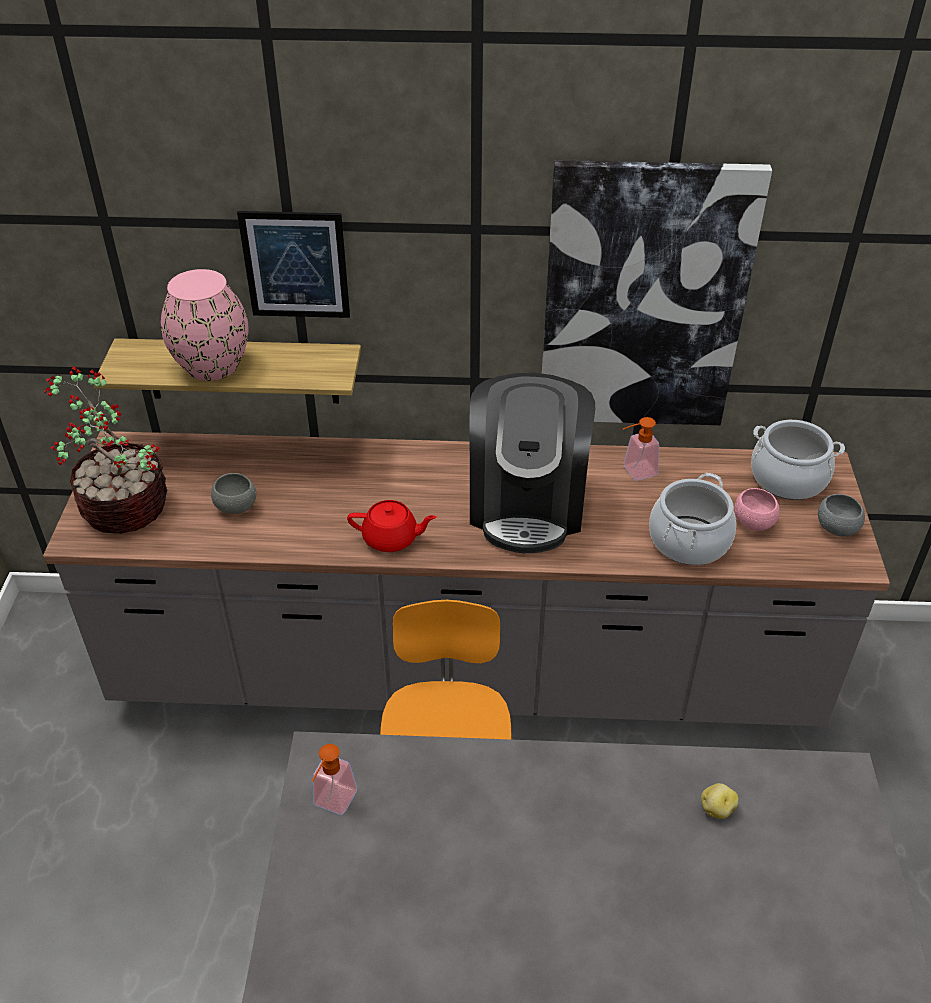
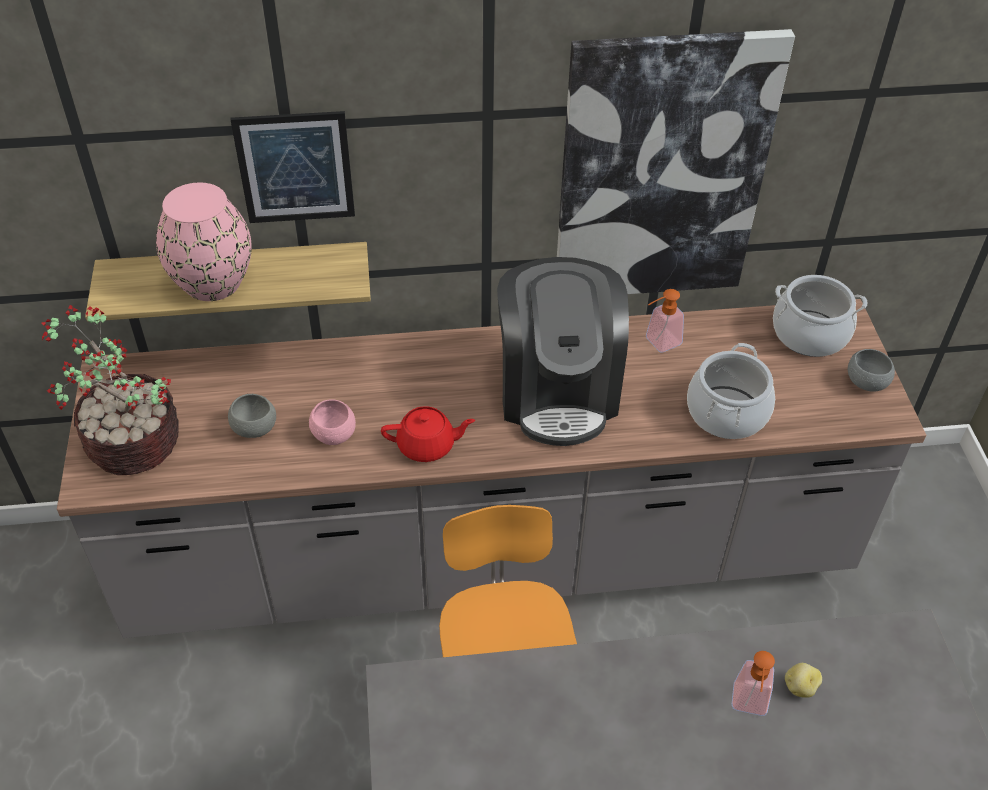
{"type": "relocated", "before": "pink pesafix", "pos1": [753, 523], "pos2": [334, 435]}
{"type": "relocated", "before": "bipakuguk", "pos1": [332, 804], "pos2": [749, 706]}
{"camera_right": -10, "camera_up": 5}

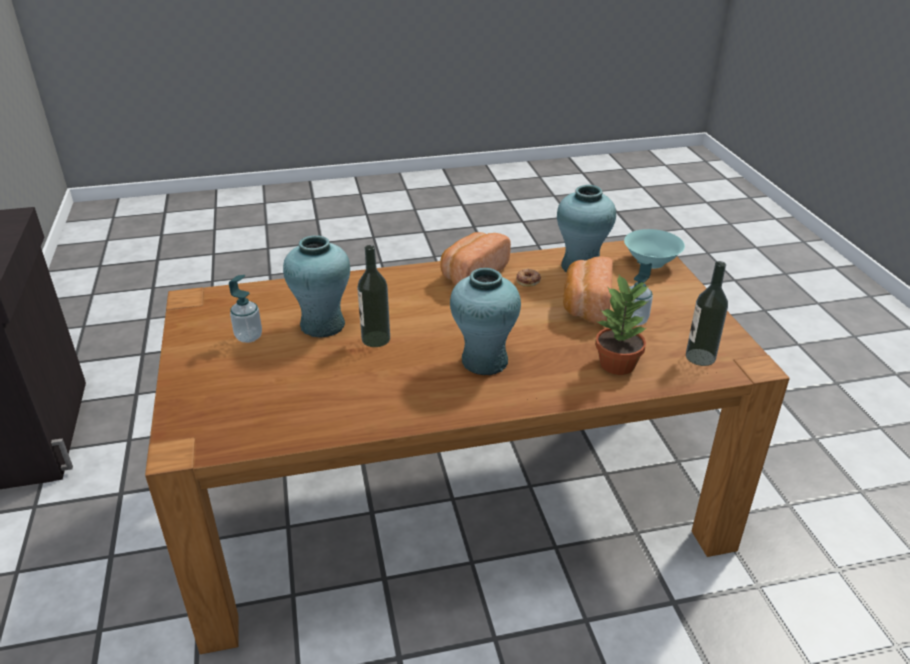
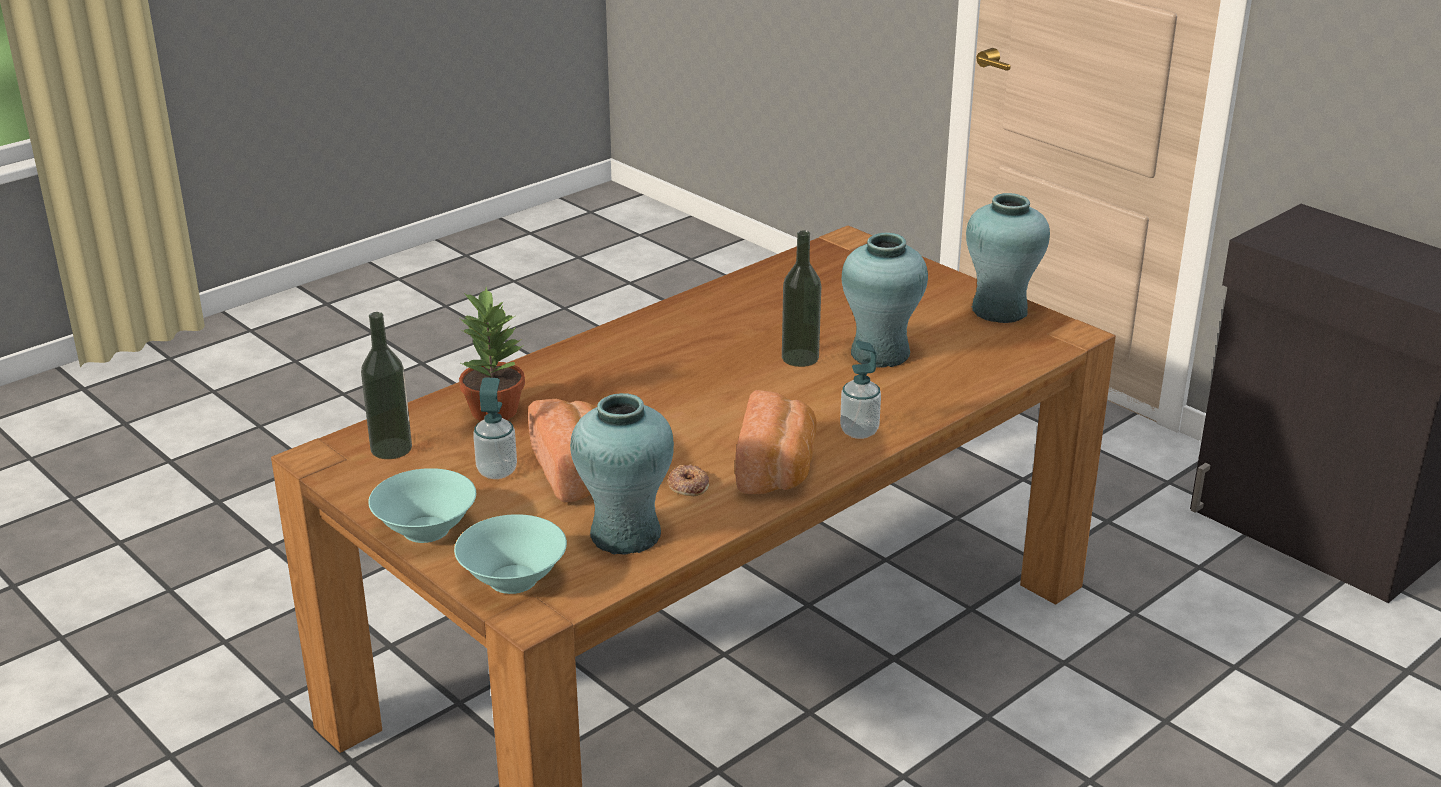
{"type": "relocated", "before": "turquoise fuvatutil", "pos1": [484, 361], "pos2": [999, 309]}
{"type": "relocated", "before": "bipakuguk", "pos1": [249, 337], "pos2": [859, 431]}
{"type": "appeared", "after": "turquoise pesafix", "pos2": [426, 530]}
{"camera_right": 150, "camera_up": -5}

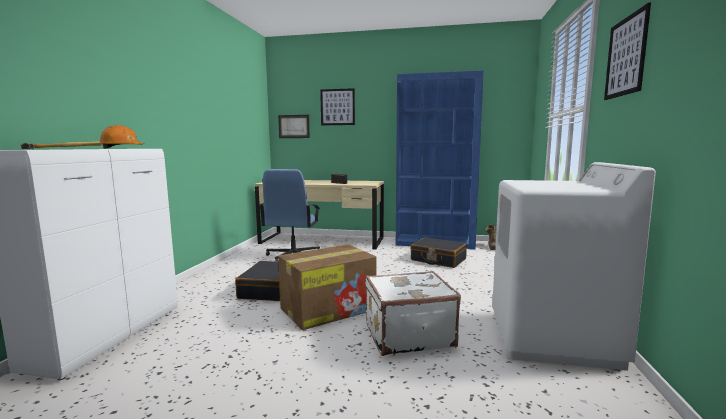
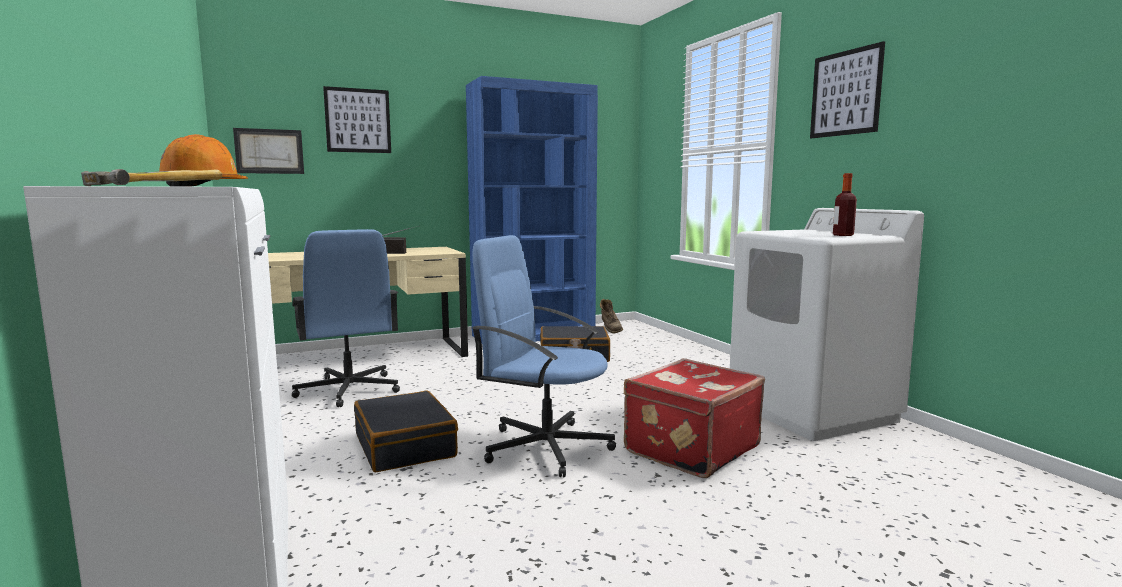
{"type": "exchanged", "before": "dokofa", "after": "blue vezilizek", "pos1": [329, 308], "pos2": [545, 447]}
{"type": "colour", "before": "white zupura", "after": "red zupura", "pos1": [407, 335], "pos2": [689, 448]}
{"type": "appeared", "after": "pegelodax", "pos2": [843, 235]}
{"camera_right": -35, "camera_up": 0}

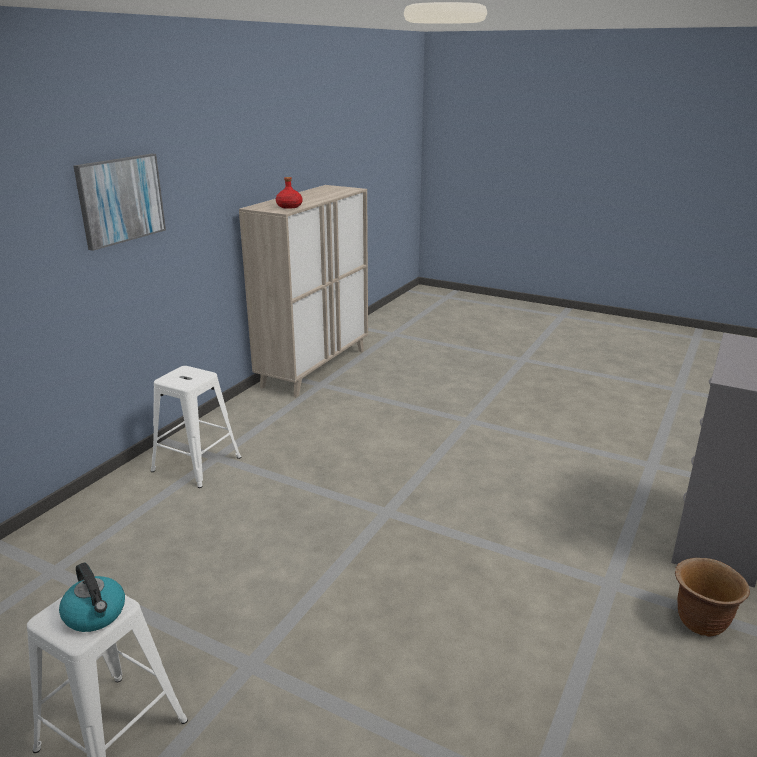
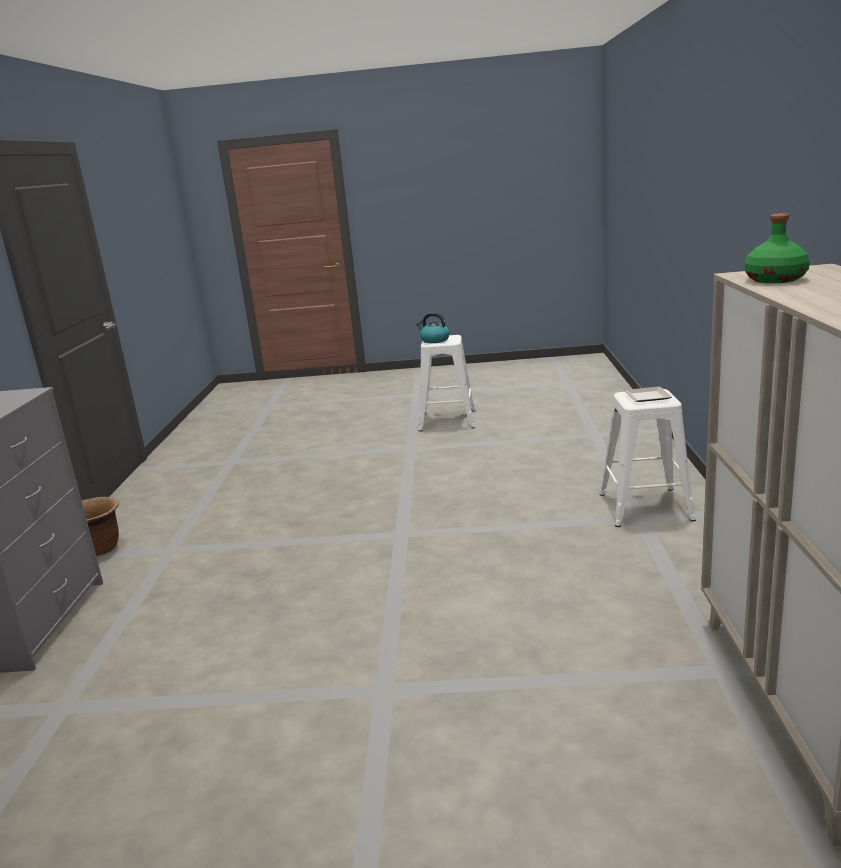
{"type": "missing", "before": "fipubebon", "pos1": [120, 200]}
{"type": "colour", "before": "red pegelodax", "after": "green pegelodax", "pos1": [289, 206], "pos2": [776, 279]}
{"type": "appeared", "after": "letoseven", "pos2": [649, 397]}
{"camera_right": 155, "camera_up": -5}

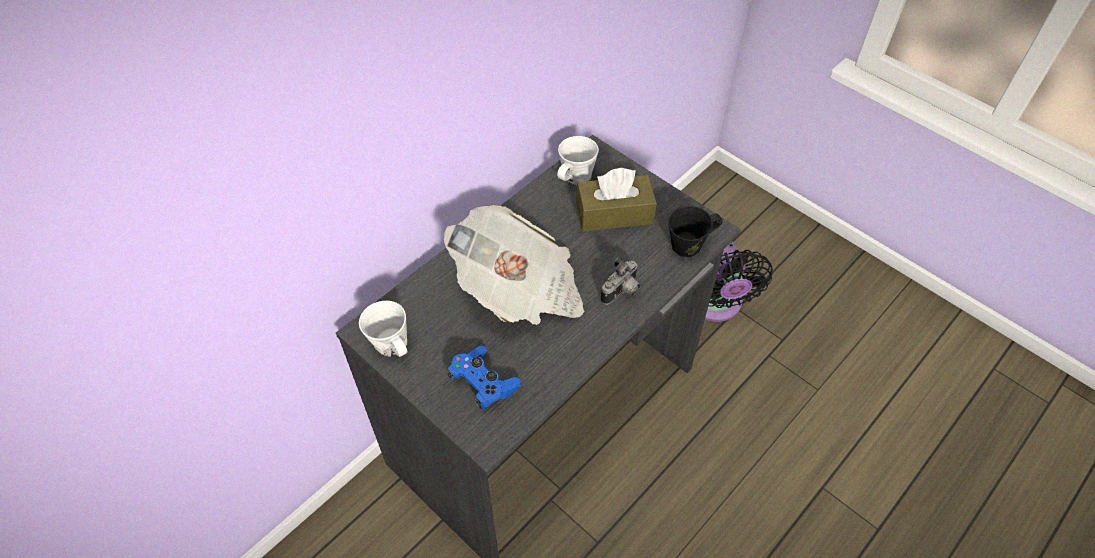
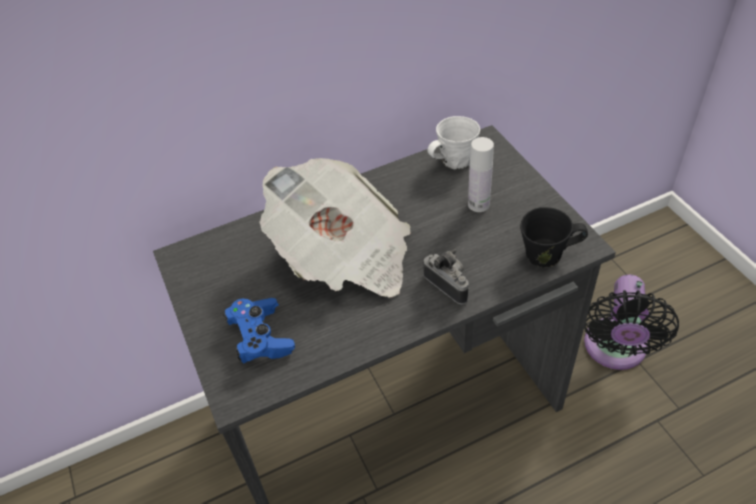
{"type": "exchanged", "before": "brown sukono", "after": "white pegelodax", "pos1": [614, 213], "pos2": [478, 204]}
{"type": "spun", "before": "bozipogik", "pos1": [622, 292], "pos2": [449, 284], "turn": -105}
{"type": "missing", "before": "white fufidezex", "pos1": [391, 345]}
{"camera_right": 25, "camera_up": -5}

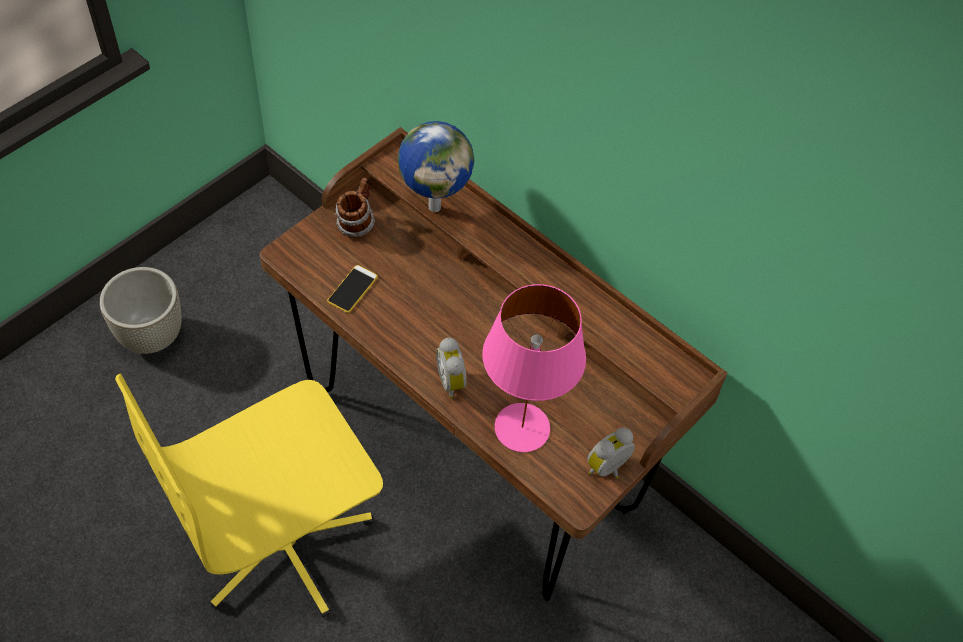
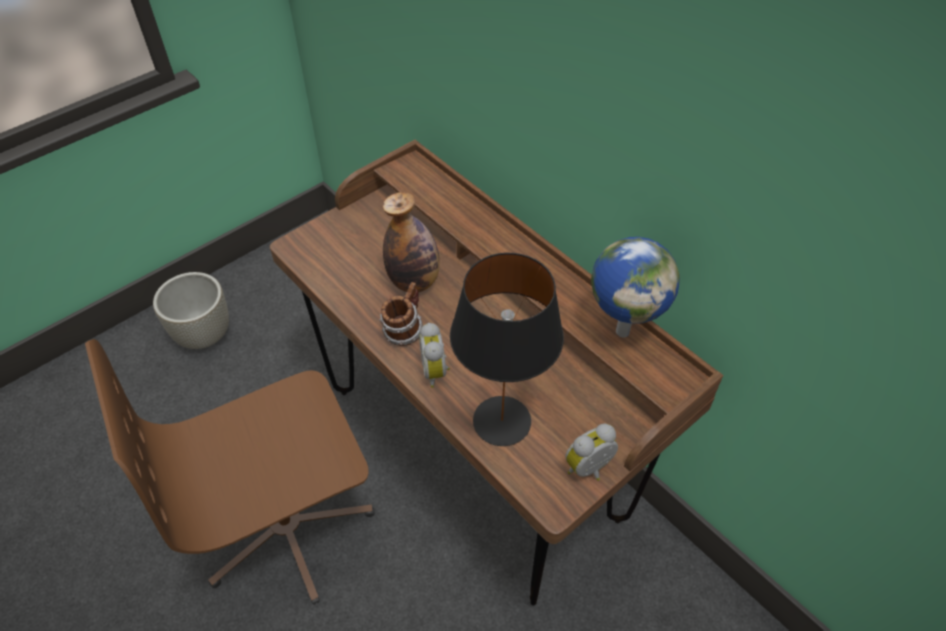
{"type": "relocated", "before": "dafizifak", "pos1": [434, 206], "pos2": [622, 330]}
{"type": "relocated", "before": "fufidezex", "pos1": [356, 223], "pos2": [404, 330]}
{"type": "missing", "before": "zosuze", "pos1": [352, 289]}
{"type": "colour", "before": "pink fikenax", "after": "black fikenax", "pos1": [523, 427], "pos2": [503, 421]}
{"type": "colour", "before": "yellow vezilizek", "after": "brown vezilizek", "pos1": [283, 542], "pos2": [288, 527]}
{"type": "appeared", "after": "pegelodax", "pos2": [414, 281]}
{"camera_right": 10, "camera_up": -5}

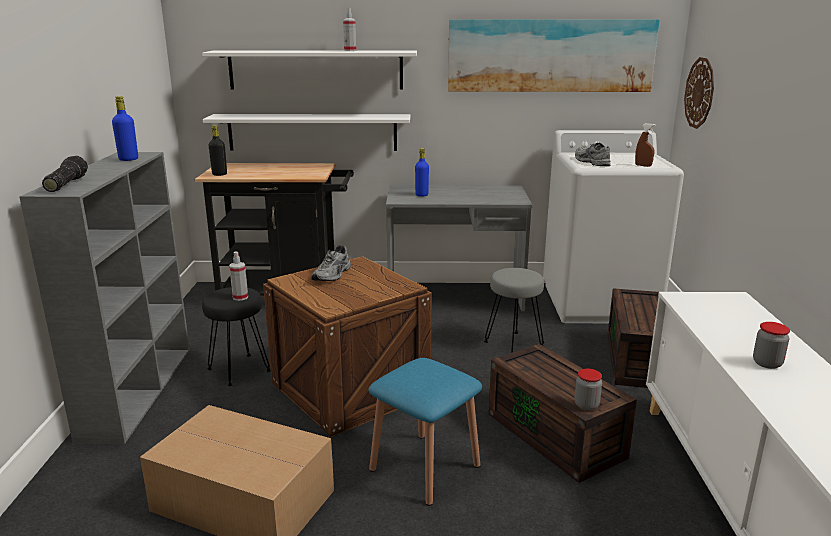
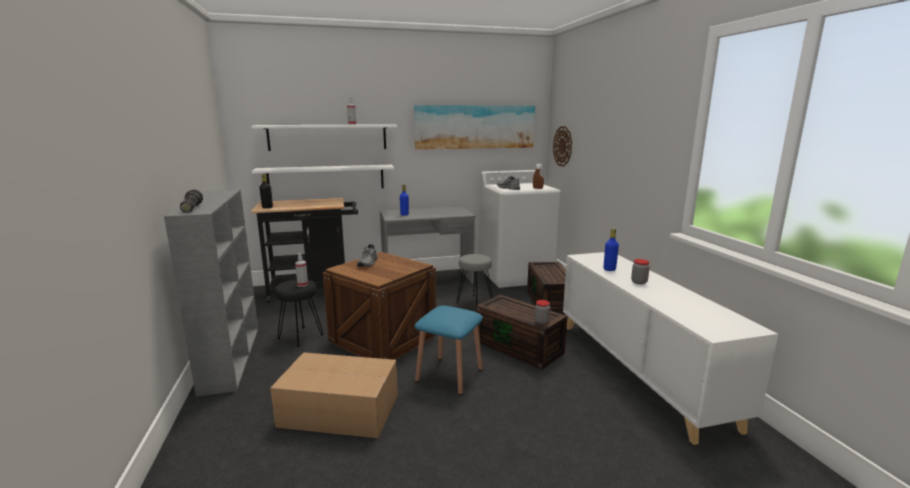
{"type": "relocated", "before": "blue pegelodax", "pos1": [128, 159], "pos2": [609, 269]}
{"camera_right": -15, "camera_up": -5}

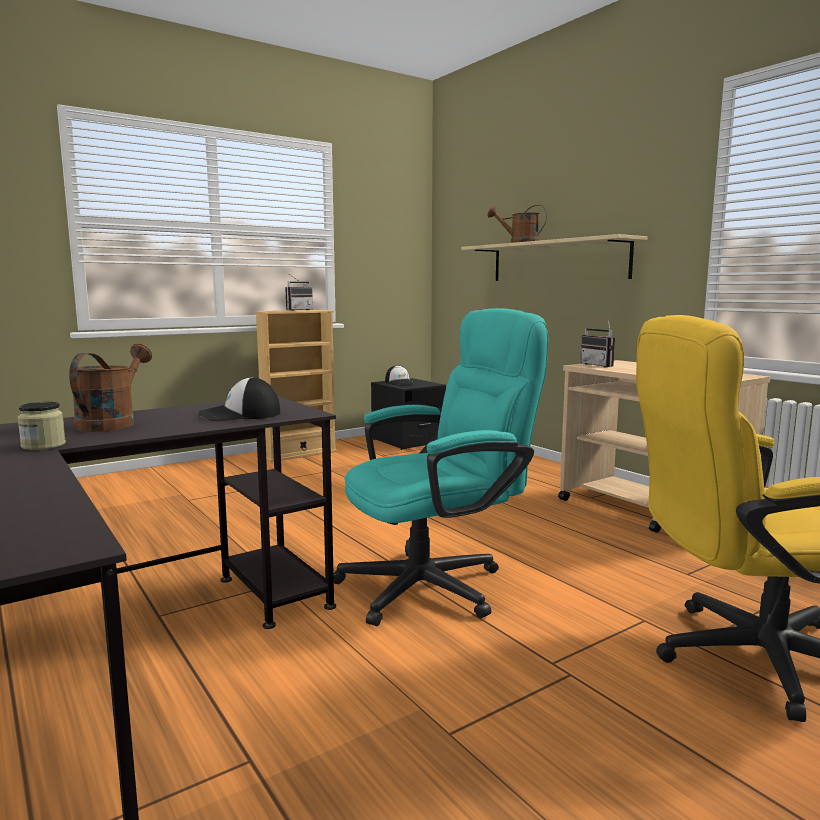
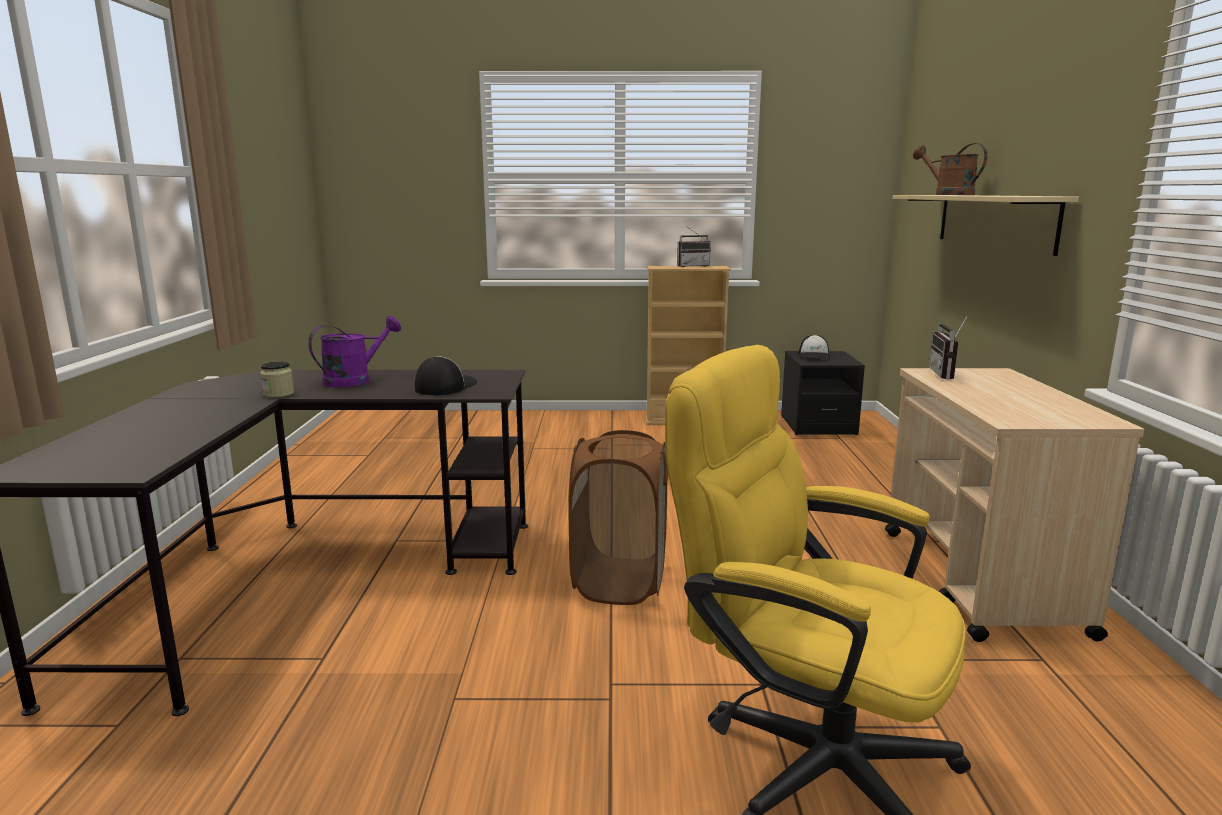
{"type": "exchanged", "before": "turquoise vezilizek", "after": "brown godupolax", "pos1": [437, 584], "pos2": [620, 582]}
{"type": "colour", "before": "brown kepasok", "after": "purple kepasok", "pos1": [111, 423], "pos2": [355, 380]}
{"type": "spun", "before": "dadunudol", "pos1": [239, 415], "pos2": [445, 386], "turn": 90}
{"camera_right": 35, "camera_up": 5}

